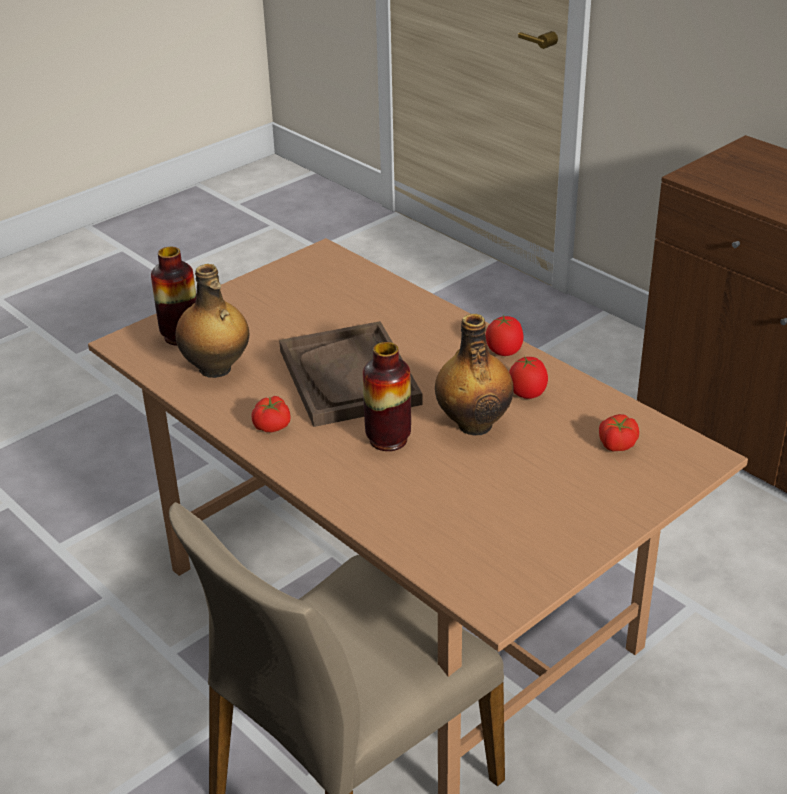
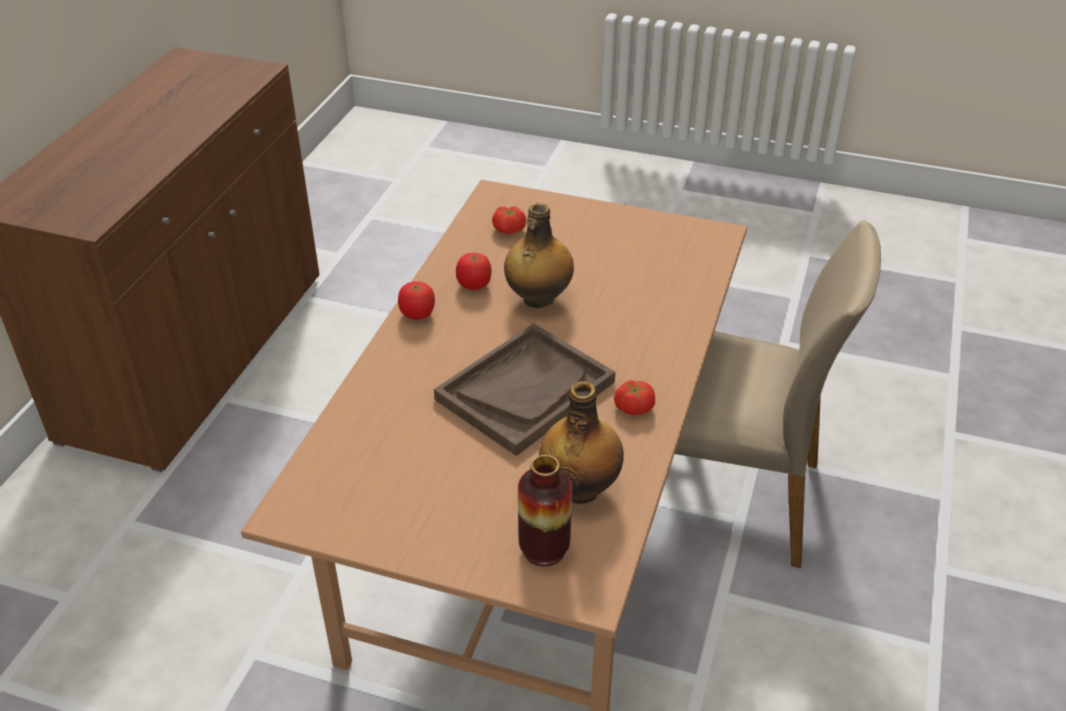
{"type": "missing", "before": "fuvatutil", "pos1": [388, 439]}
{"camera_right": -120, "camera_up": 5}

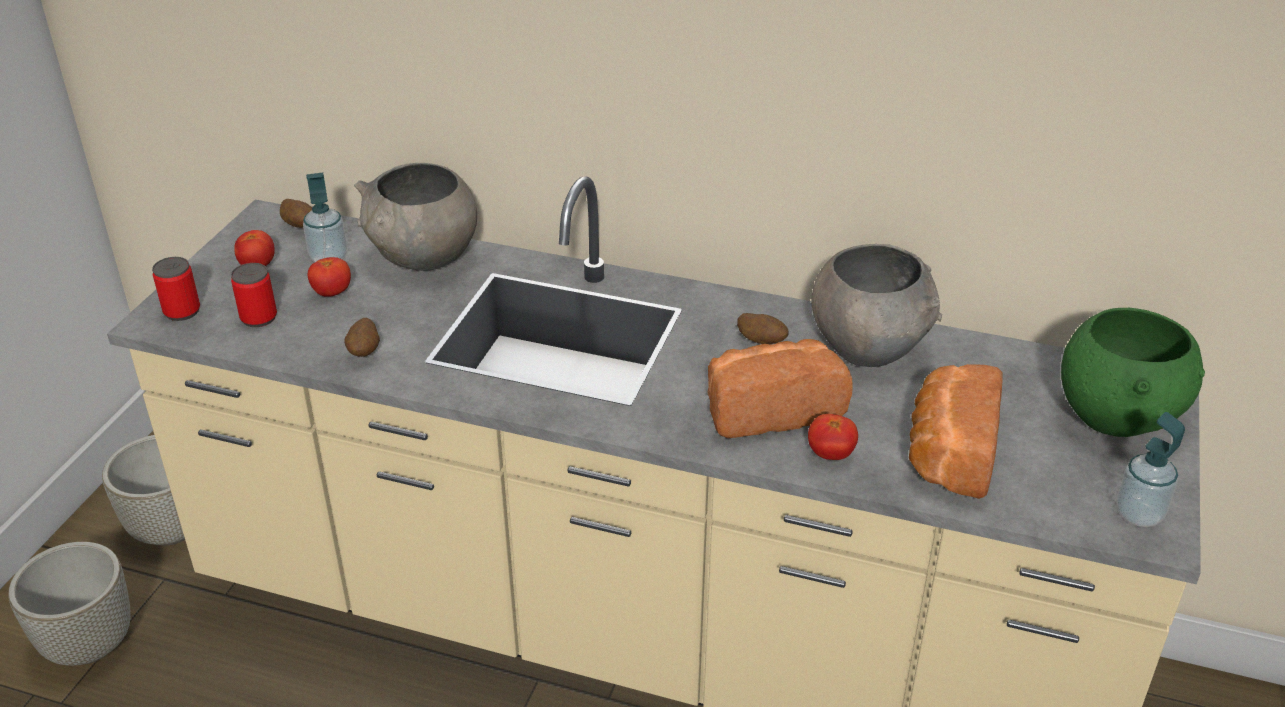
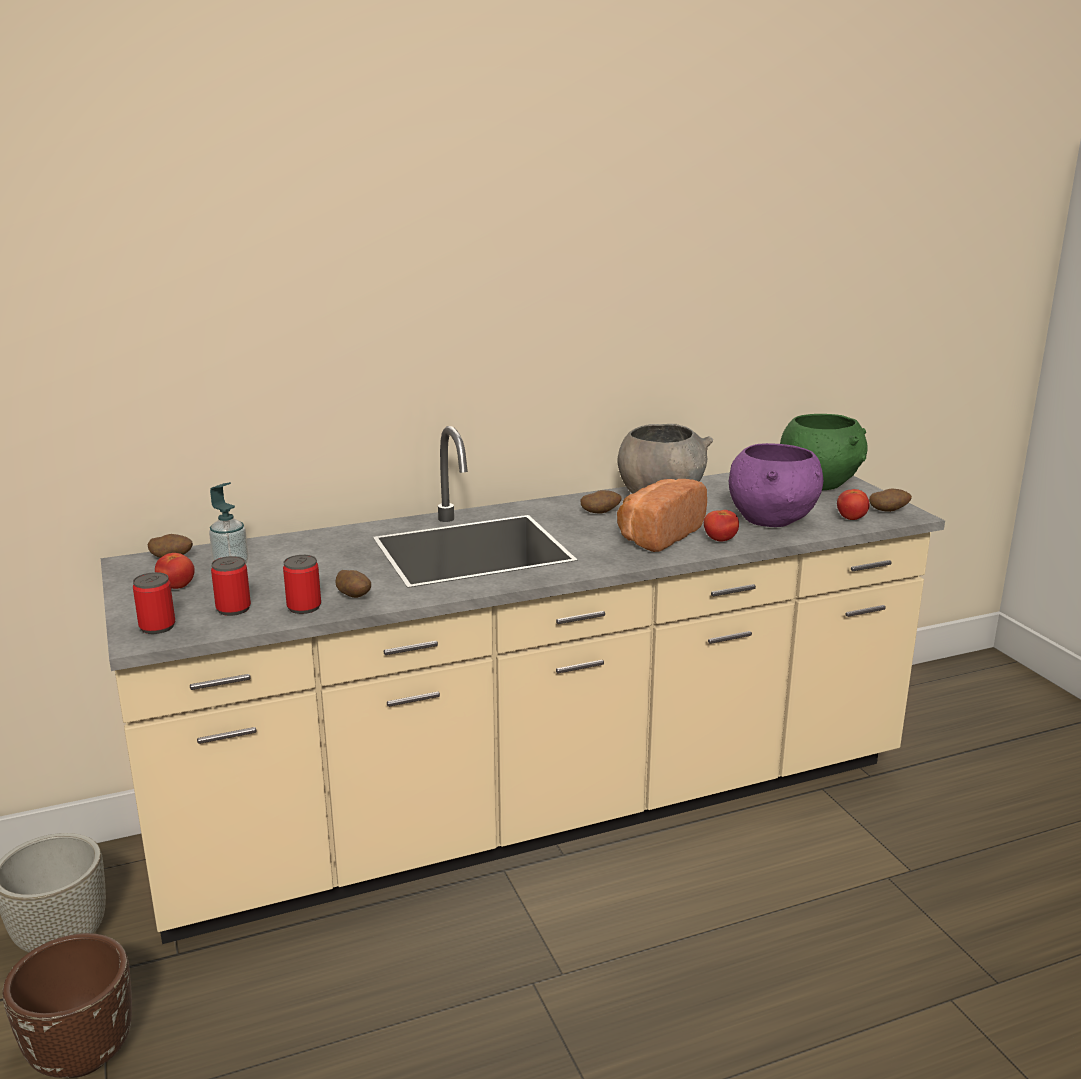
{"type": "missing", "before": "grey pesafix", "pos1": [424, 258]}
{"type": "relocated", "before": "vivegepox", "pos1": [332, 293], "pos2": [851, 518]}
{"type": "exchanged", "before": "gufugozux", "after": "purple pesafix", "pos1": [948, 453], "pos2": [772, 520]}
{"type": "exchanged", "before": "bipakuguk", "after": "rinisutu", "pos1": [1139, 514], "pos2": [888, 511]}
{"type": "colour", "before": "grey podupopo", "after": "brown podupopo", "pos1": [89, 644], "pos2": [81, 1055]}
{"type": "appeared", "after": "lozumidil", "pos2": [304, 607]}
{"camera_right": -40, "camera_up": -15}

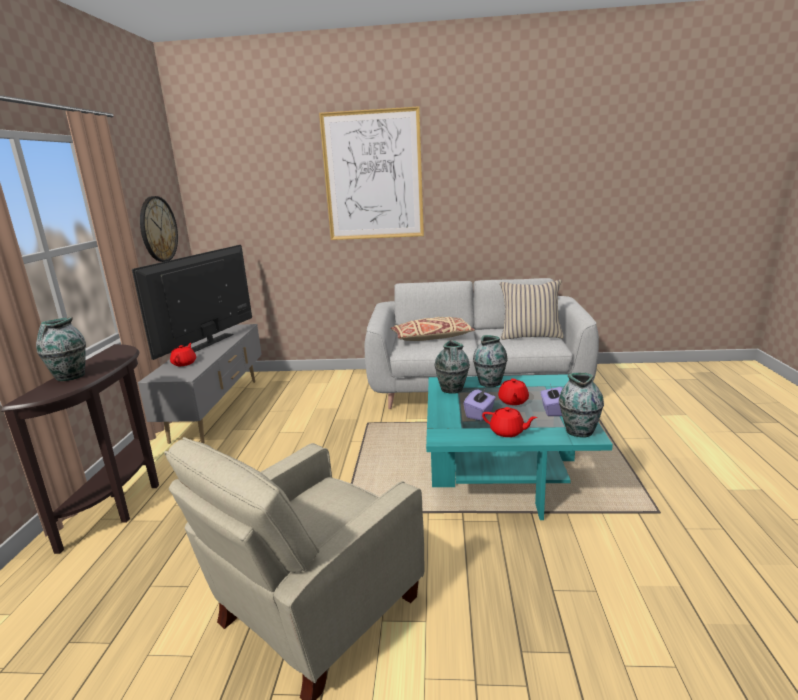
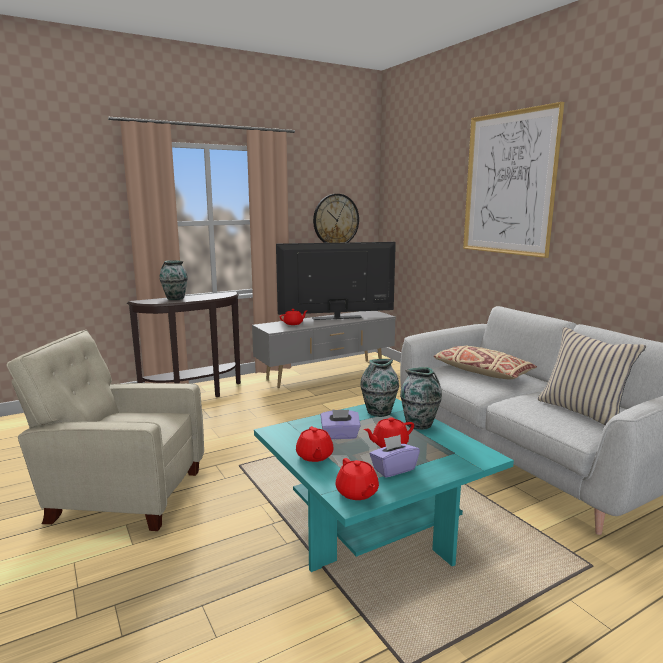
{"type": "exchanged", "before": "fuvatutil", "after": "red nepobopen", "pos1": [579, 431], "pos2": [357, 493]}
{"camera_right": 55, "camera_up": -5}

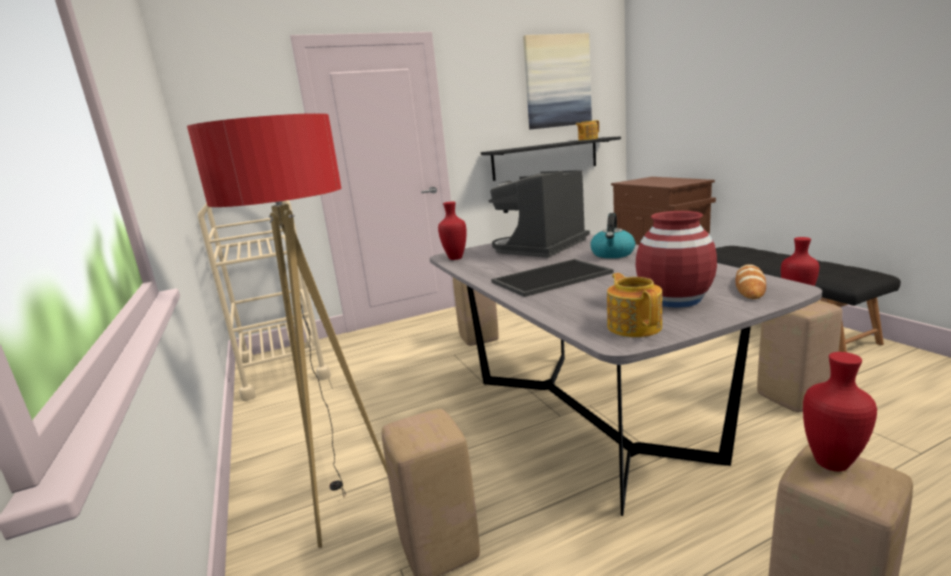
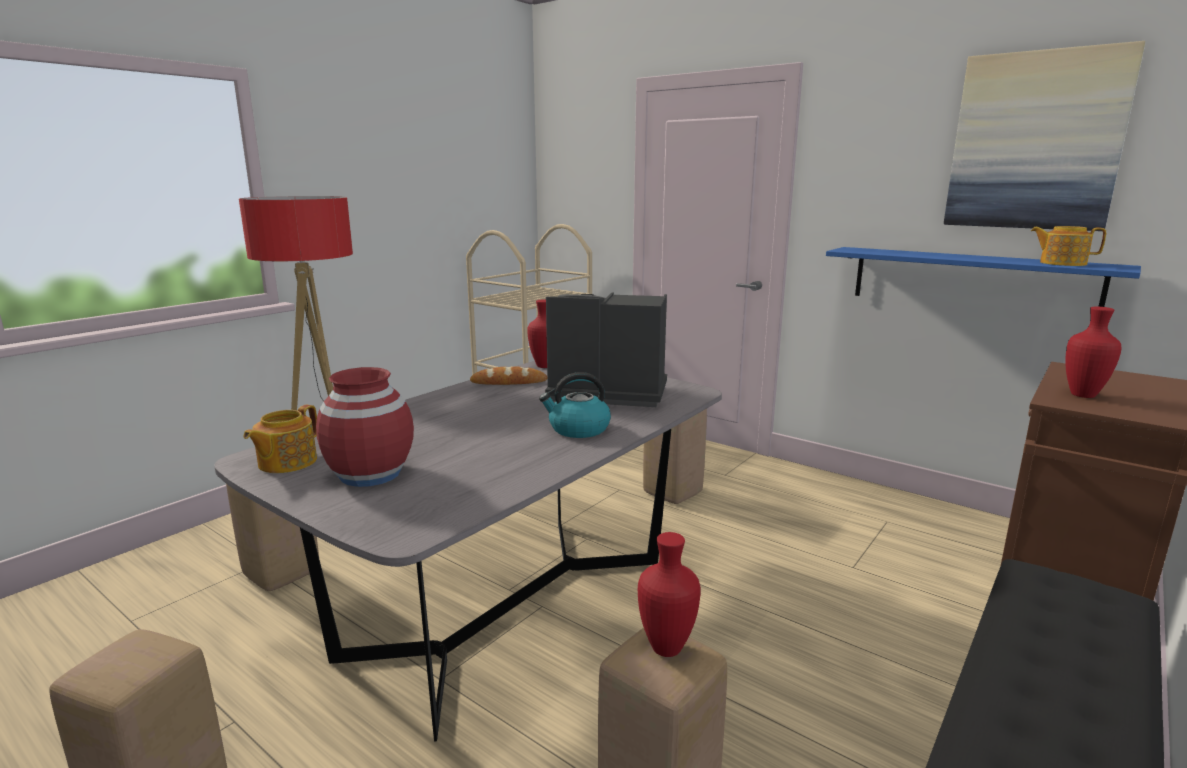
{"type": "colour", "before": "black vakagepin", "after": "blue vakagepin", "pos1": [545, 158], "pos2": [971, 281]}
{"type": "missing", "before": "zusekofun", "pos1": [552, 278]}
{"type": "relocated", "before": "gufugozux", "pos1": [750, 286], "pos2": [509, 382]}
{"type": "spun", "before": "nepobopen", "pos1": [634, 326], "pos2": [286, 462], "turn": 150}
{"type": "relocated", "before": "red fuvatutil", "pos1": [830, 464], "pos2": [1081, 395]}
{"camera_right": 60, "camera_up": 0}

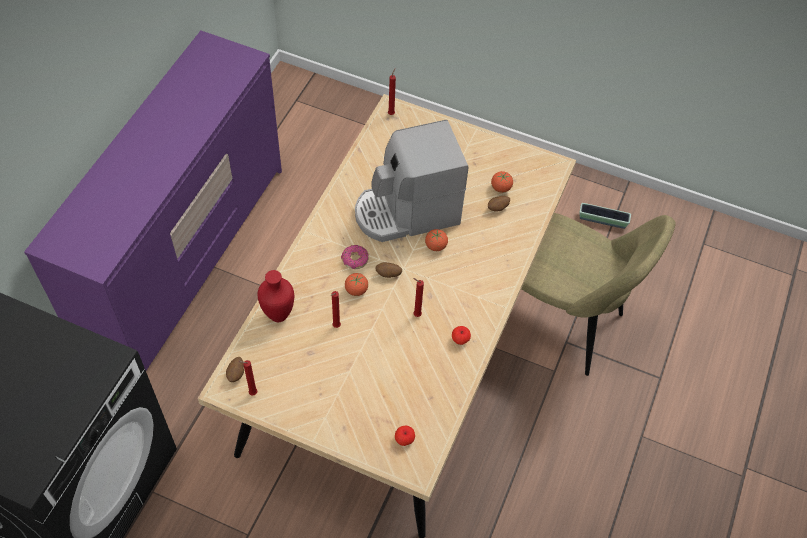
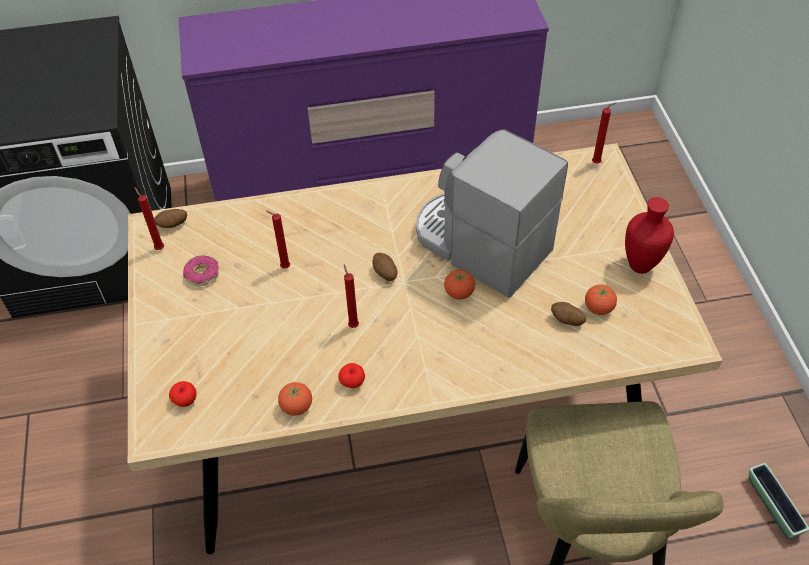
{"type": "relocated", "before": "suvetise", "pos1": [355, 260], "pos2": [202, 274]}
{"type": "relocated", "before": "red fuvatutil", "pos1": [279, 314], "pos2": [641, 265]}
{"type": "relocated", "before": "vivegepox", "pos1": [356, 290], "pos2": [296, 406]}
{"camera_right": 60, "camera_up": -5}

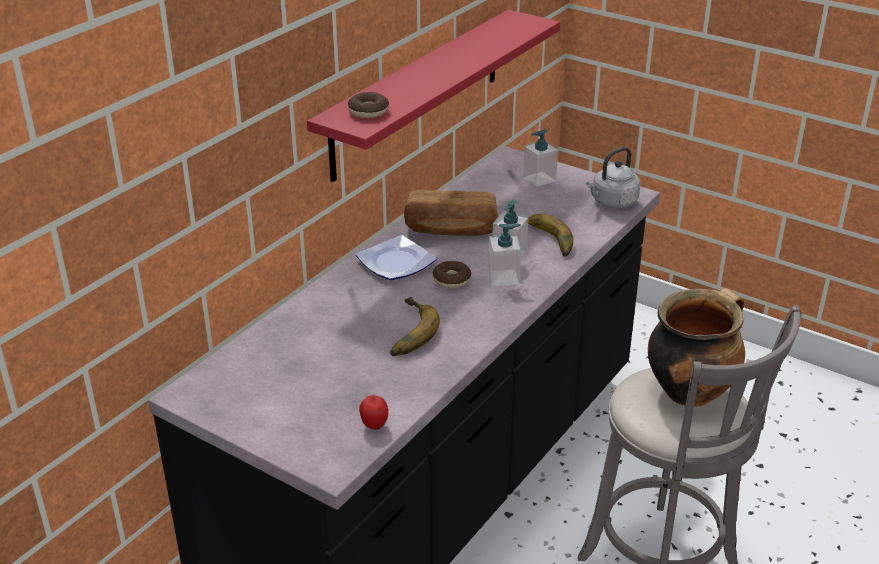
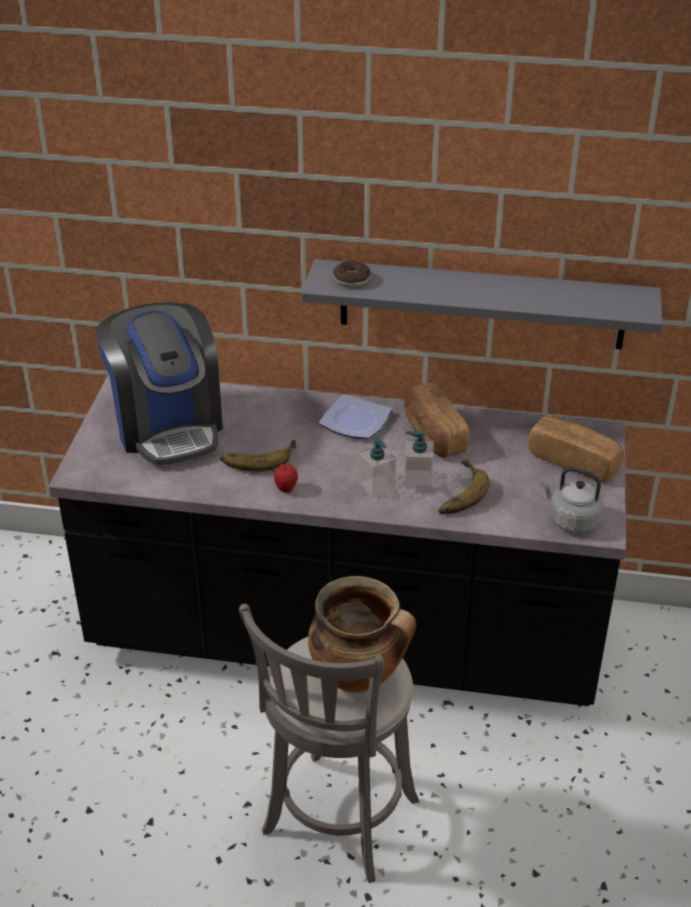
{"type": "colour", "before": "red vakagepin", "after": "grey vakagepin", "pos1": [418, 93], "pos2": [481, 304]}
{"type": "exchanged", "before": "bipakuguk", "after": "gufugozux", "pos1": [539, 179], "pos2": [574, 461]}
{"type": "missing", "before": "suvetise", "pos1": [451, 280]}
{"type": "relocated", "before": "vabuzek", "pos1": [374, 425], "pos2": [286, 488]}
{"type": "appeared", "after": "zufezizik", "pos2": [167, 425]}
{"camera_right": 65, "camera_up": 5}

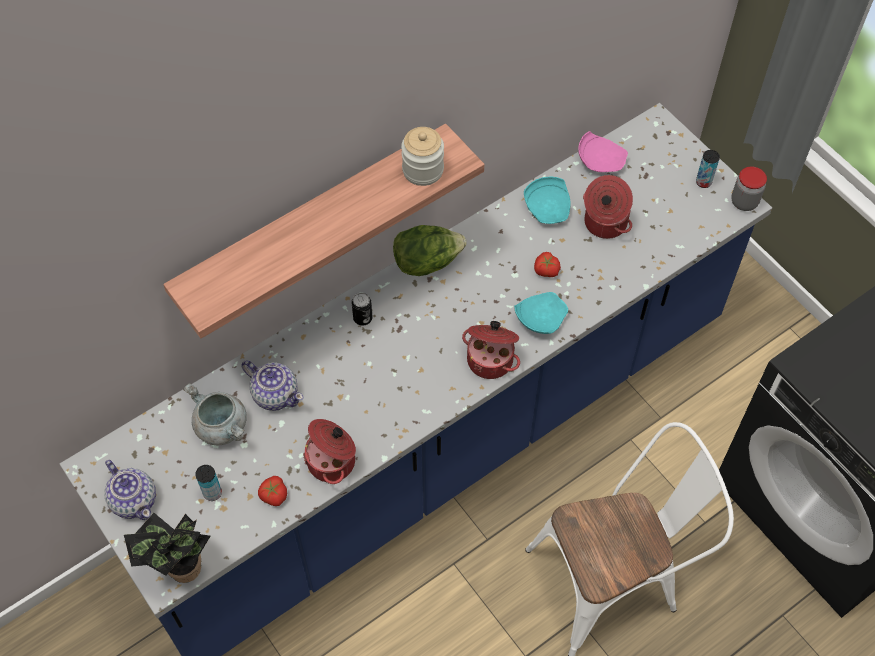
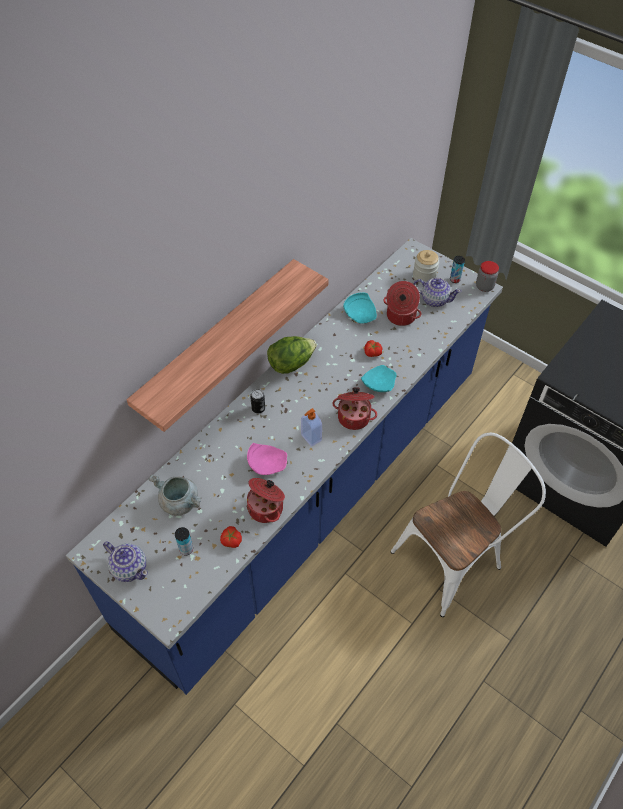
{"type": "relocated", "before": "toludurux", "pos1": [423, 170], "pos2": [424, 276]}
{"type": "relocated", "before": "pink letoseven", "pos1": [600, 160], "pos2": [266, 463]}
{"type": "relocated", "before": "nepobopen", "pos1": [275, 394], "pos2": [434, 299]}
{"type": "missing", "before": "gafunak", "pos1": [181, 571]}
{"type": "appeared", "after": "bipakuguk", "pos2": [310, 438]}
{"camera_right": -15, "camera_up": -5}

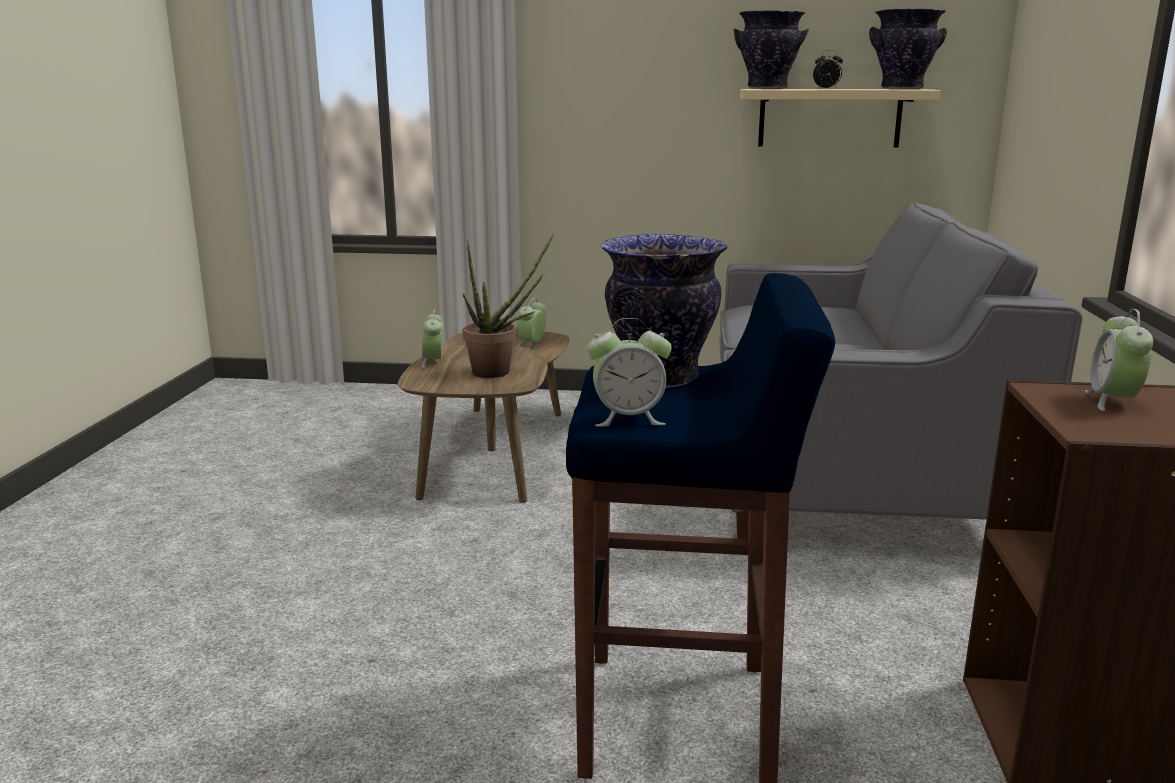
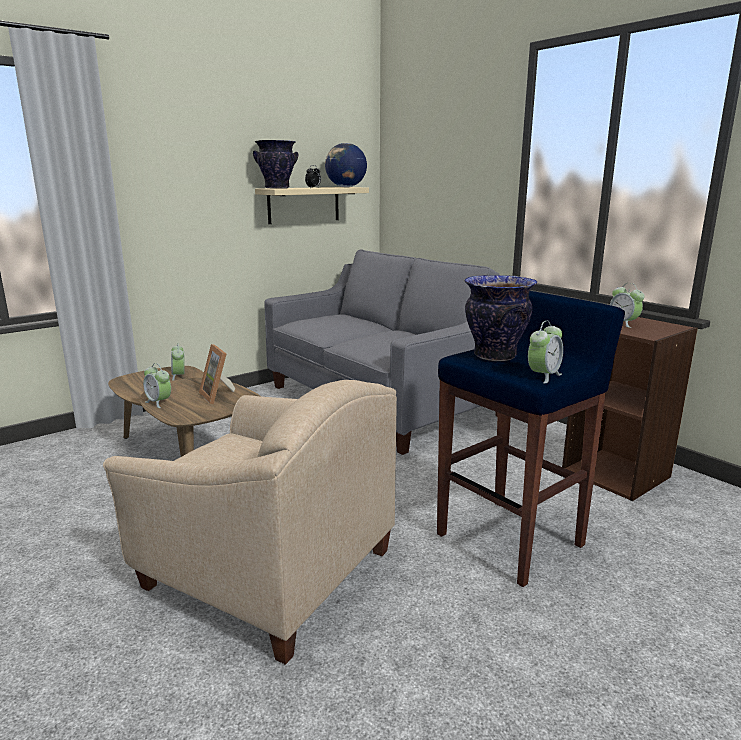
{"type": "exchanged", "before": "fuvatutil", "after": "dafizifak", "pos1": [902, 89], "pos2": [346, 187]}
{"type": "exchanged", "before": "gafunak", "after": "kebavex", "pos1": [499, 372], "pos2": [219, 396]}
{"type": "appeared", "after": "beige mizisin", "pos2": [266, 572]}
{"camera_right": -45, "camera_up": 0}

